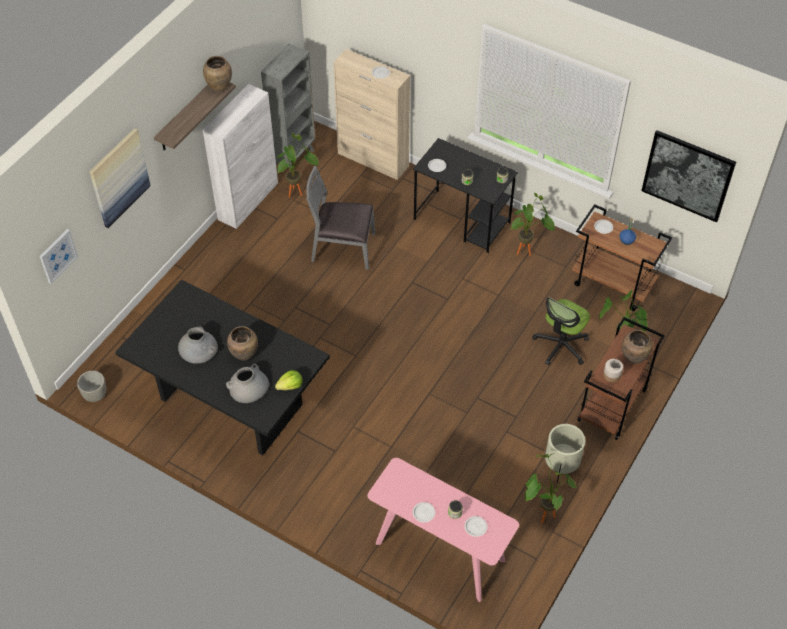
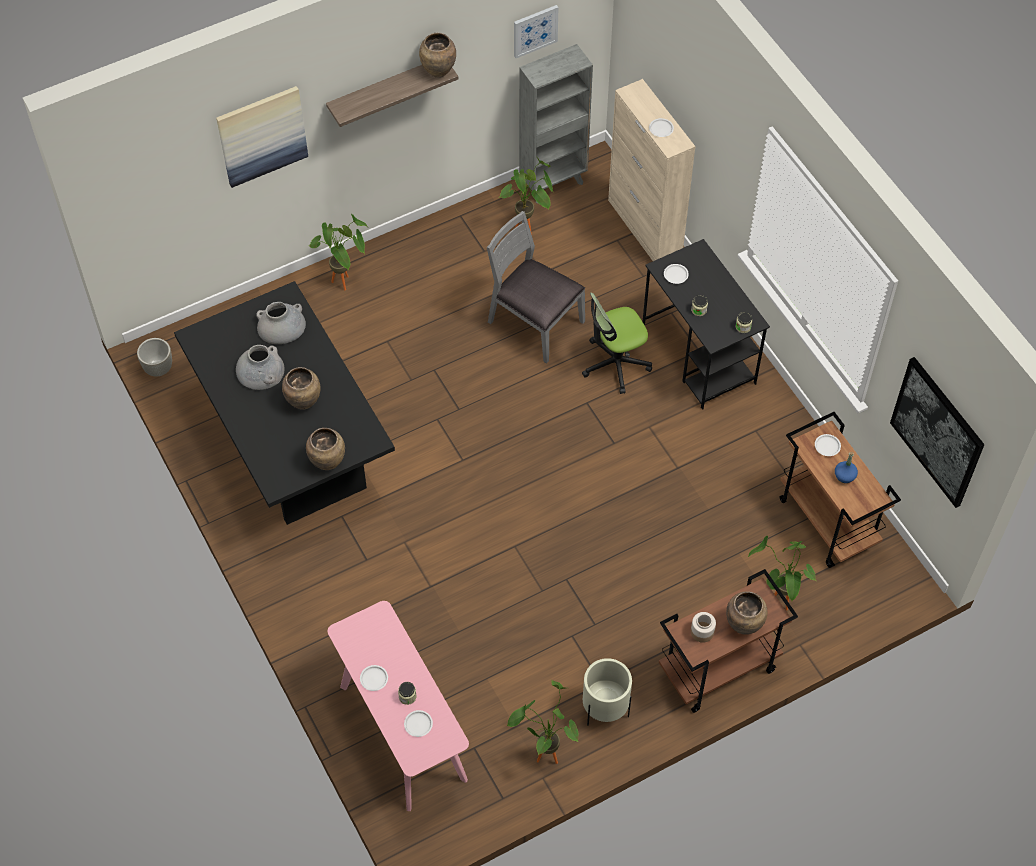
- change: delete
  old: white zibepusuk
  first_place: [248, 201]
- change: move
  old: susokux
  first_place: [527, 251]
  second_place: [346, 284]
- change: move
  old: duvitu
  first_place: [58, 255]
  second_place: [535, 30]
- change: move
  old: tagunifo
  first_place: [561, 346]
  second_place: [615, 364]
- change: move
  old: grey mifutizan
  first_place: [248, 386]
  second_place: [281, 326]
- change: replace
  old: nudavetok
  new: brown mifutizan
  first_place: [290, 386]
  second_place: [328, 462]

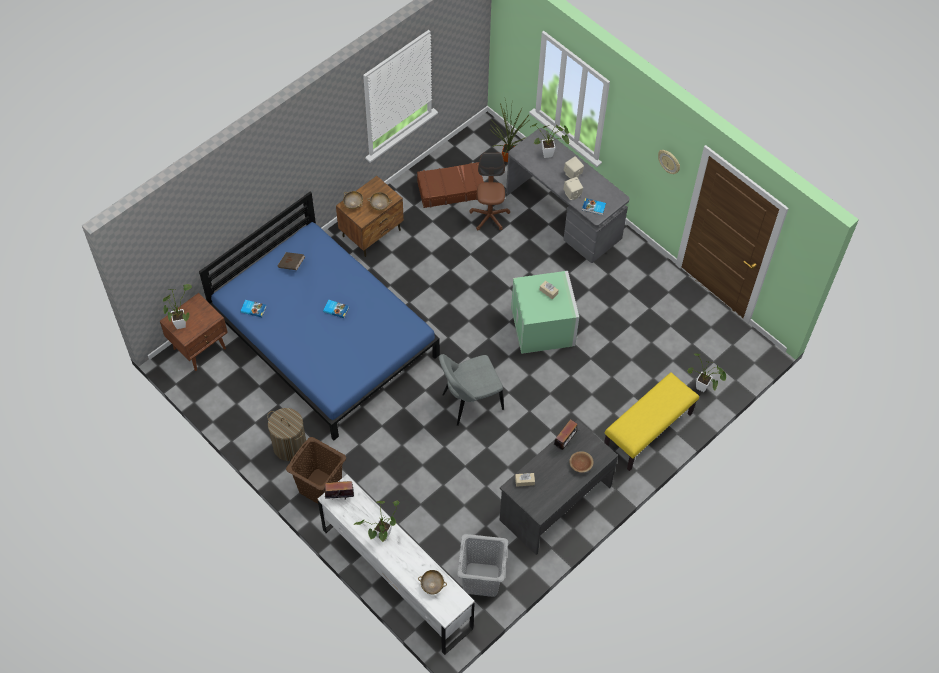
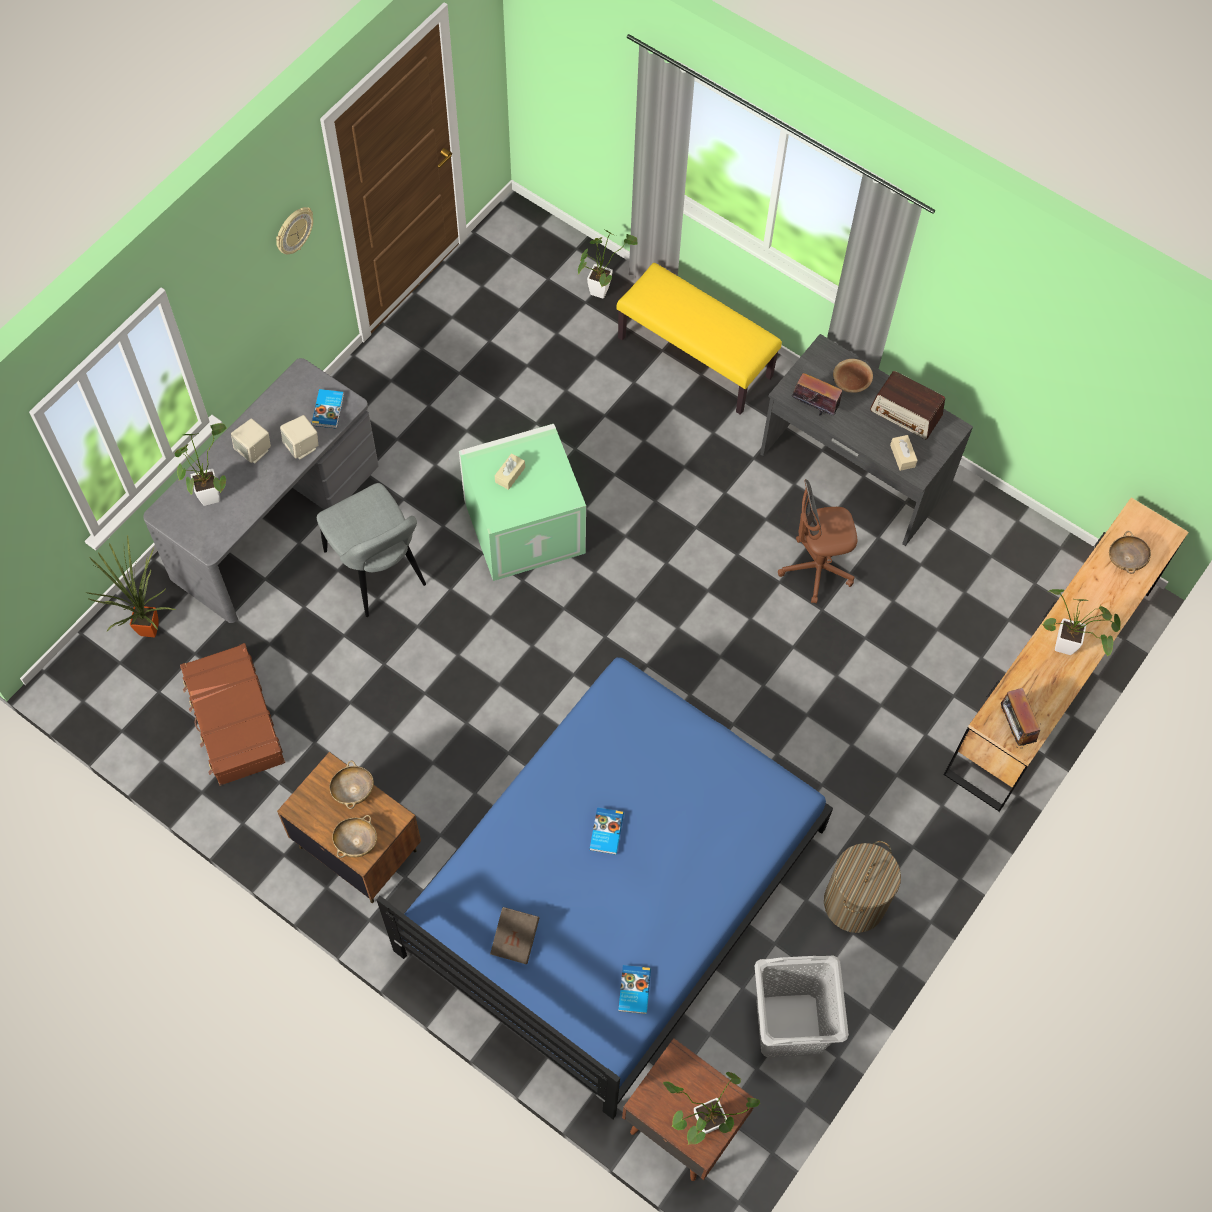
- change: move
  old: brown tagunifo
  first_place: [489, 216]
  second_place: [816, 569]
- change: move
  old: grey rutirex
  first_place: [469, 402]
  second_place: [378, 572]
- change: delete
  old: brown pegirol
  first_place: [320, 487]
- change: recolor
  old: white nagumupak
  new: brown nagumupak
  first_place: [397, 578]
  second_place: [1049, 680]
- change: move
  old: grey pegirol
  first_place: [481, 580]
  second_place: [790, 1024]
- change: insert
  new: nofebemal
  second_place: [906, 413]

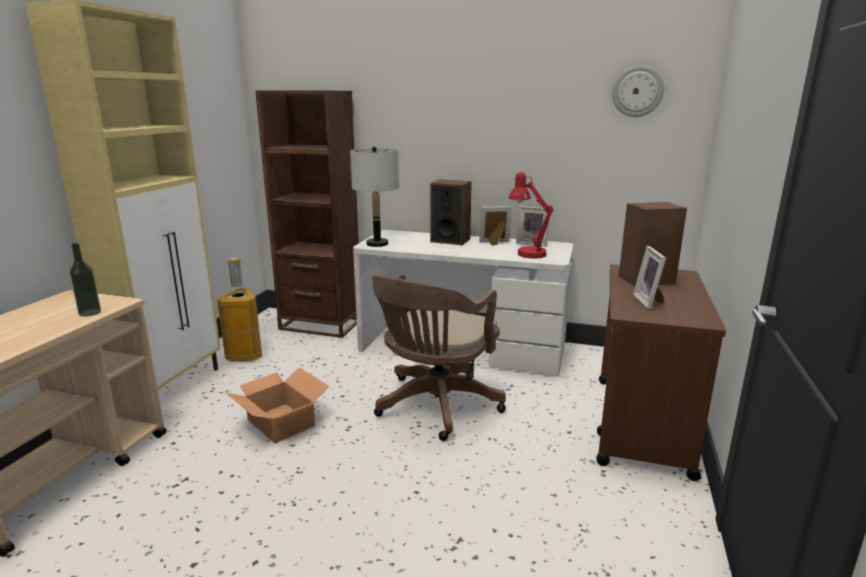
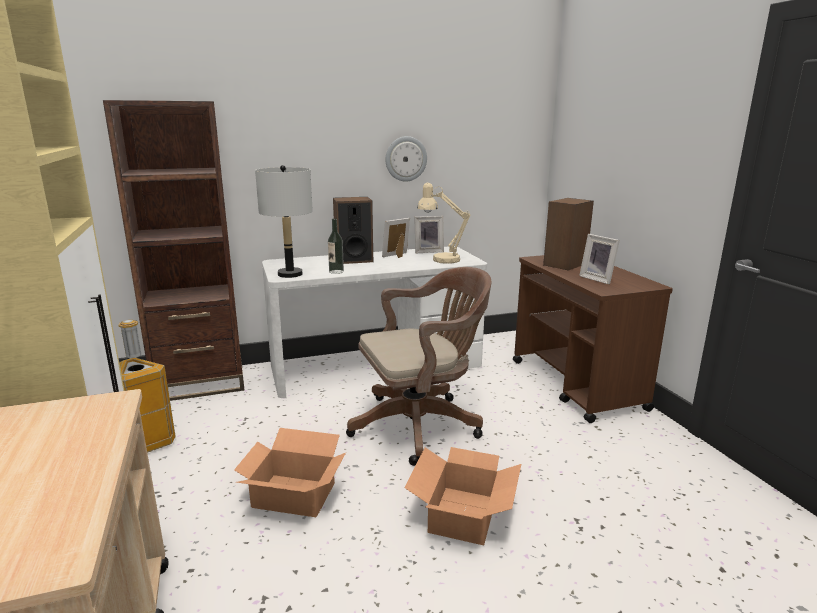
- change: move
  old: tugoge
  first_place: [637, 91]
  second_place: [406, 159]
- change: recolor
  old: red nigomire
  new: beige nigomire
  first_place: [527, 253]
  second_place: [440, 259]
- change: move
  old: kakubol
  first_place: [90, 313]
  second_place: [336, 271]
- change: rotate
  old: brown tagunifo
  first_place: [435, 407]
  second_place: [421, 424]
  degrees: -105
- change: insert
  new: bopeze
  second_place: [464, 514]

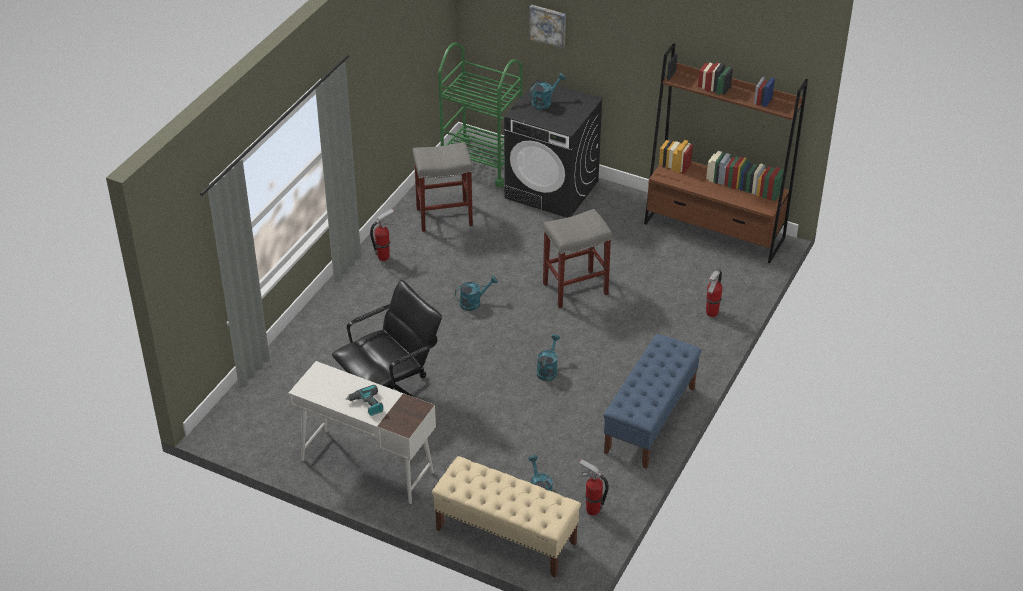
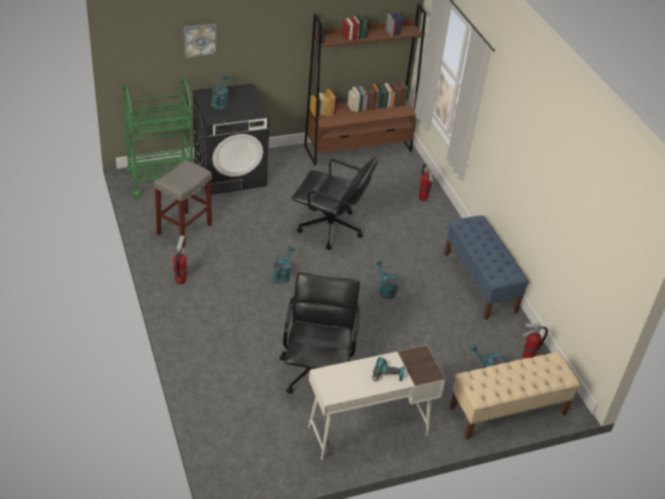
- change: replace
  old: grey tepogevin
  new: black tagunifo
  first_place: [574, 289]
  second_place: [330, 229]

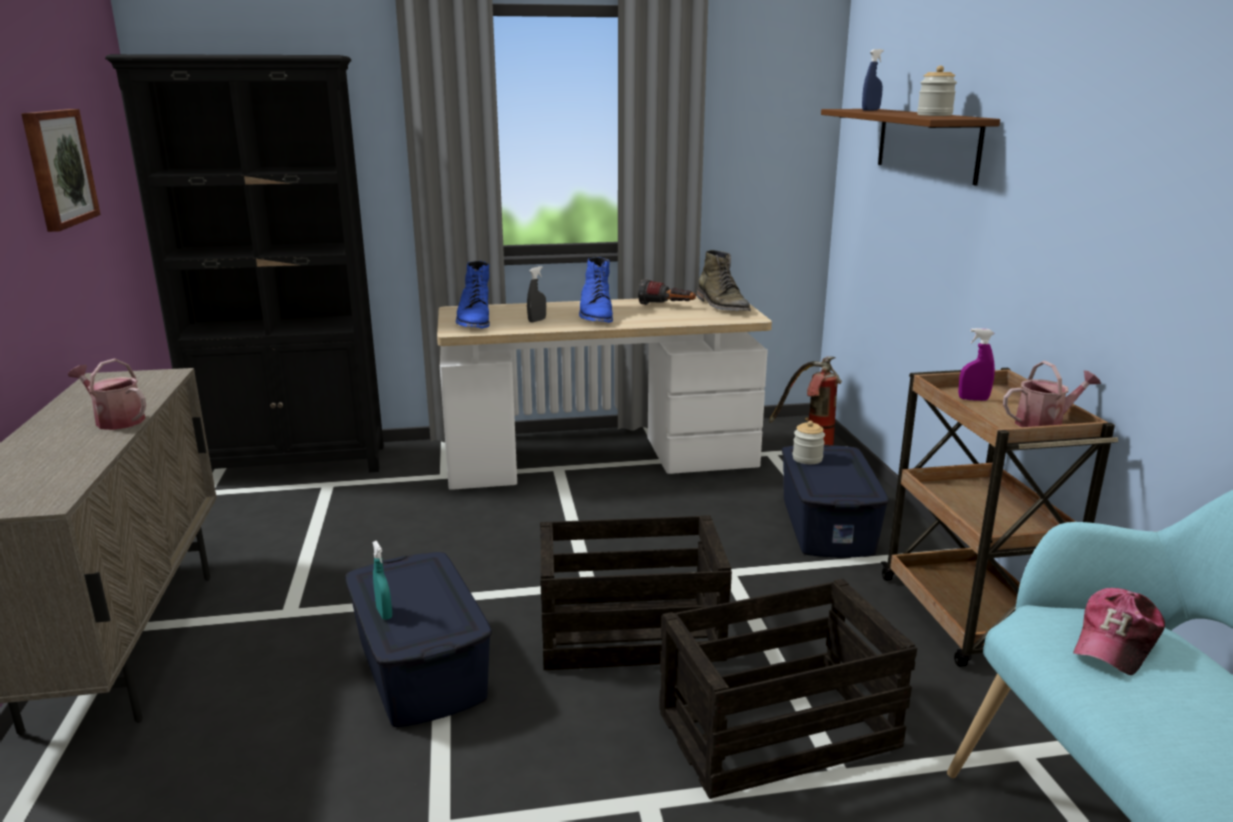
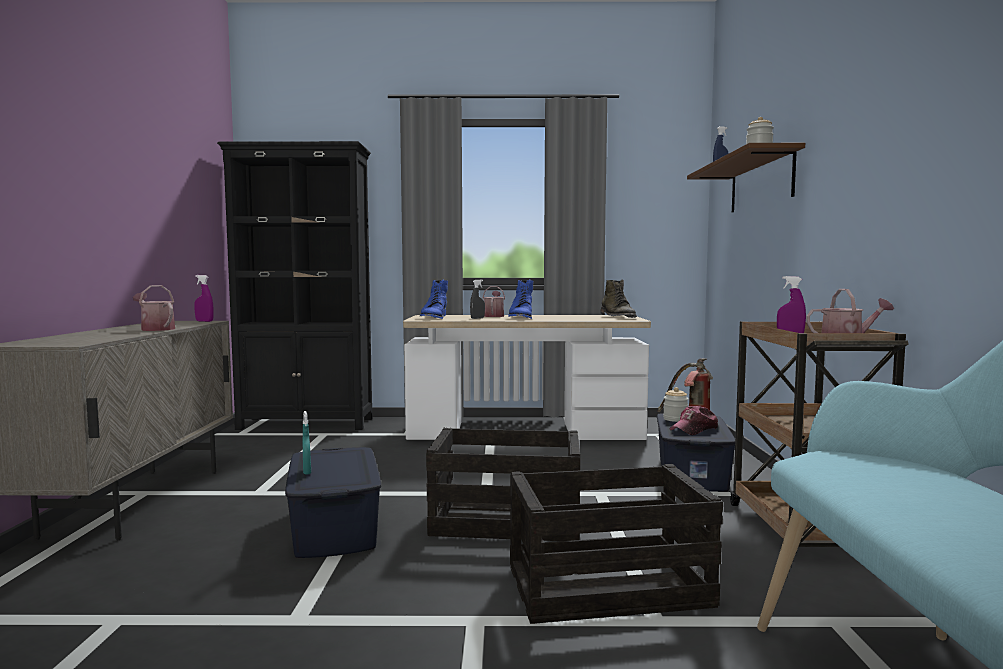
- change: delete
  old: duvitu
  first_place: [58, 168]
- change: delete
  old: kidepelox
  first_place: [667, 307]
- change: move
  old: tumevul
  first_place: [1116, 642]
  second_place: [694, 429]
- change: insert
  new: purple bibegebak
  second_place: [204, 321]
- change: insert
  new: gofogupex
  second_place: [494, 316]

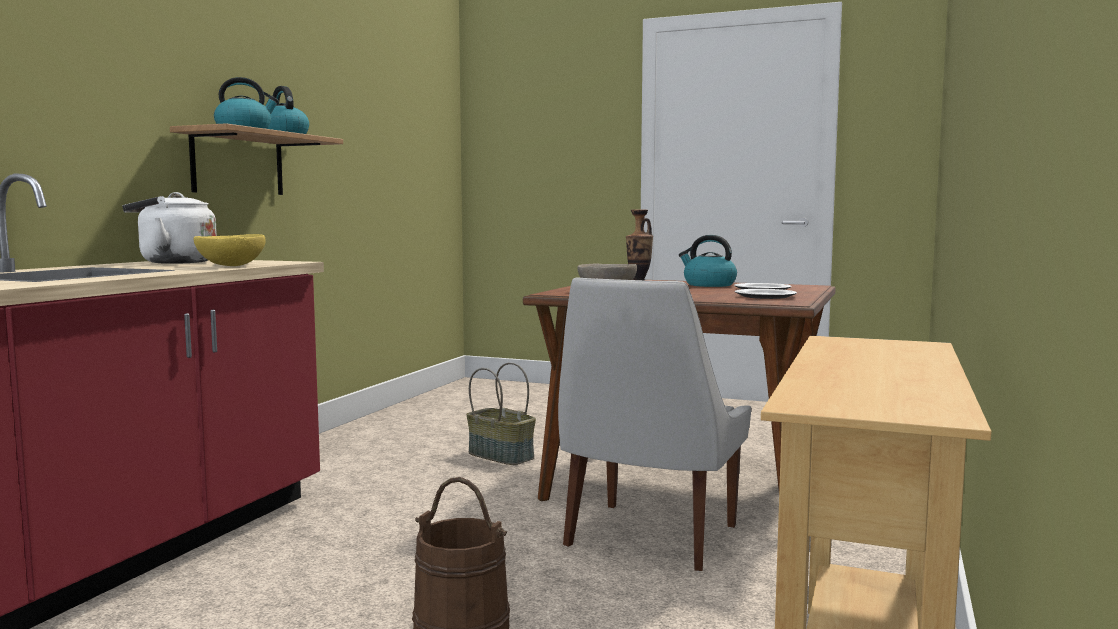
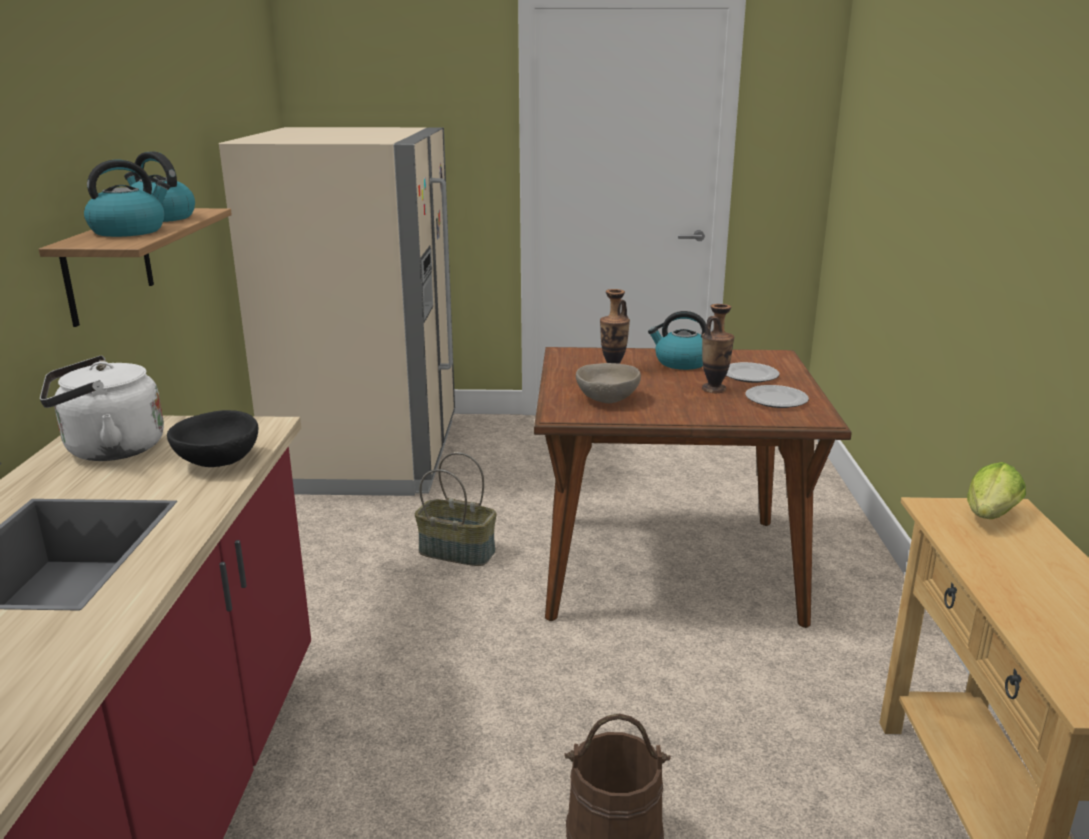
- change: recolor
  old: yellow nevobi
  new: black nevobi
  first_place: [230, 265]
  second_place: [217, 461]
- change: delete
  old: white rutirex
  first_place: [648, 538]
- change: insert
  new: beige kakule
  second_place: [369, 456]
- change: insert
  new: mifutizan
  second_place: [714, 389]
- change: insert
  new: nudavetok
  second_place: [988, 518]

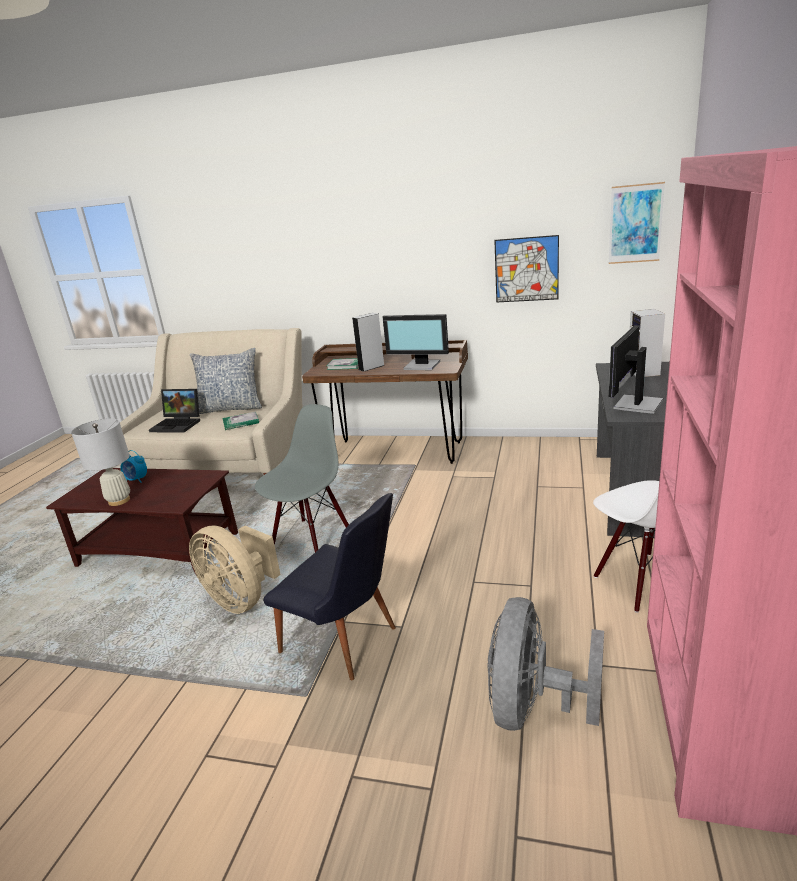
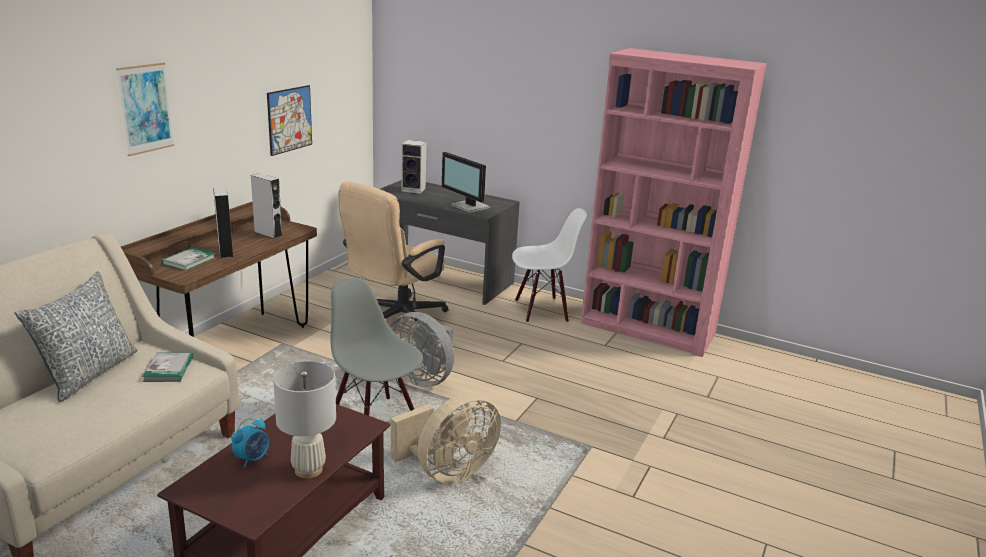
- change: move
  old: duvitu
  first_place: [635, 224]
  second_place: [145, 108]
- change: replace
  old: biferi
  new: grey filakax
  first_place: [422, 366]
  second_place: [268, 234]
- change: delete
  old: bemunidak
  first_place: [179, 424]
- change: delete
  old: black rutirex
  first_place: [347, 644]
- change: move
  old: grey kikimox
  first_place: [533, 707]
  second_place: [423, 378]
- change: insert
  new: beige tagunifo
  second_place: [395, 318]

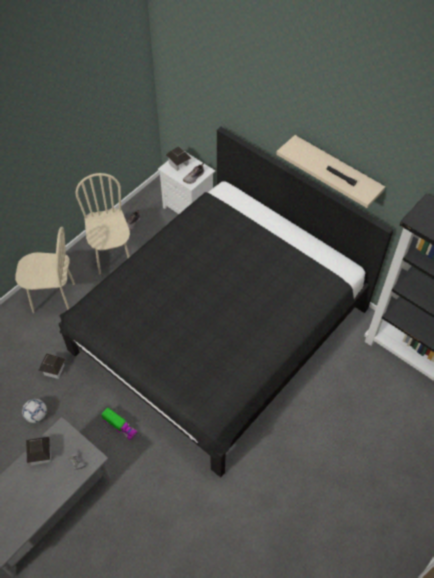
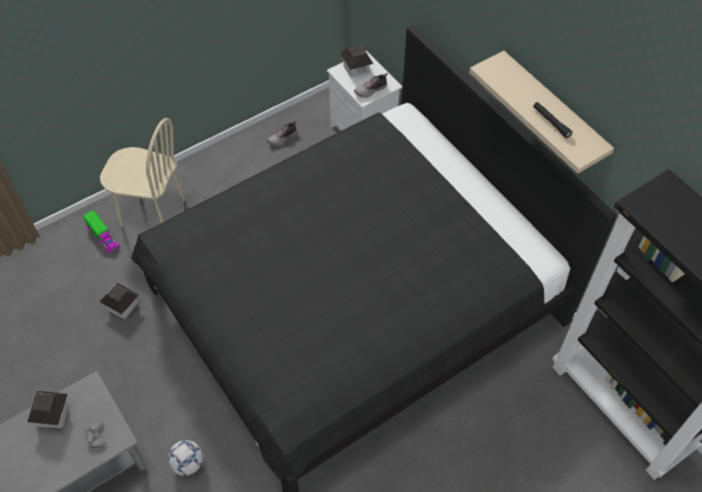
- change: delete
  old: beige rutirex
  first_place: [112, 256]
- change: move
  old: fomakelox
  first_place: [37, 415]
  second_place: [188, 464]
- change: move
  old: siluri
  first_place: [119, 426]
  second_place: [103, 236]

